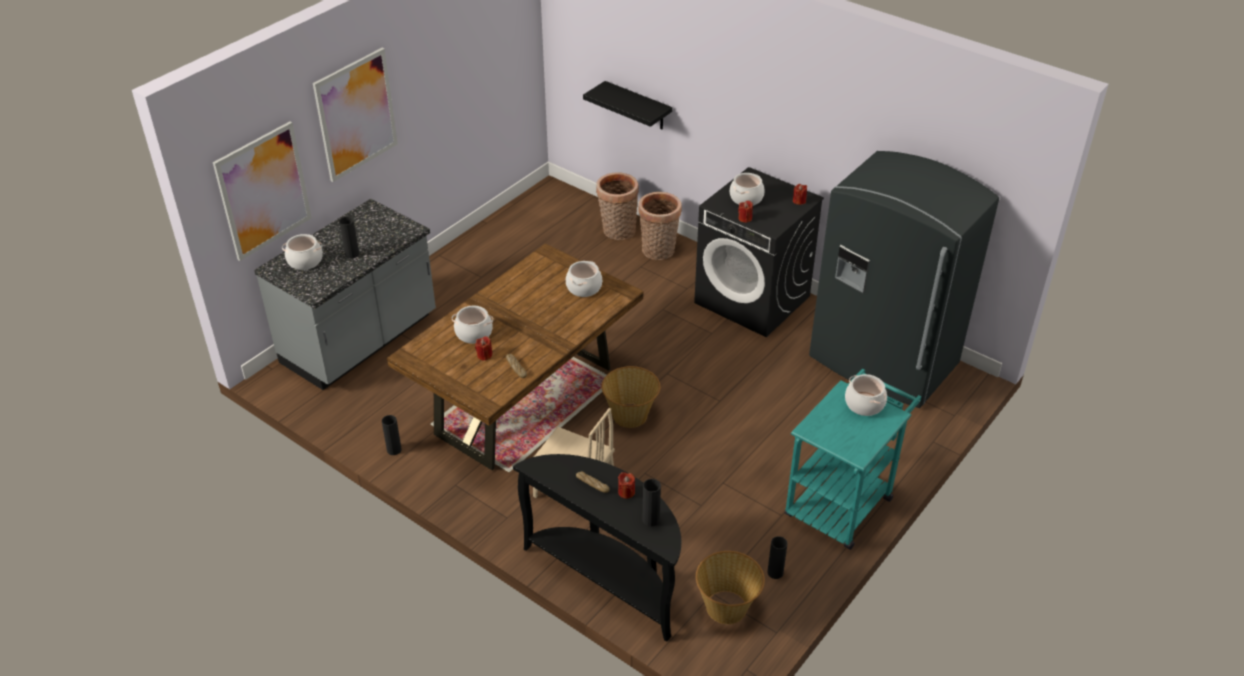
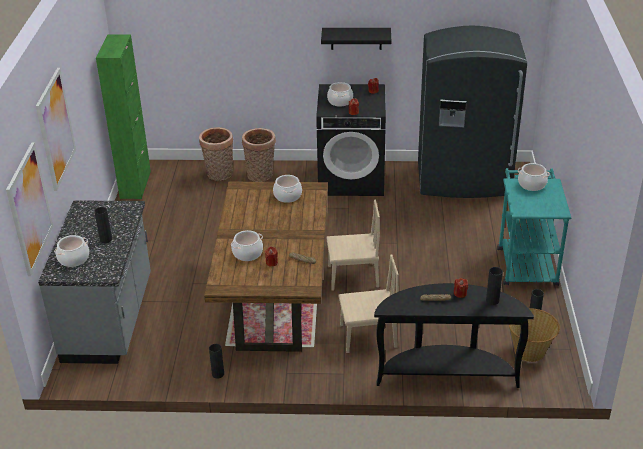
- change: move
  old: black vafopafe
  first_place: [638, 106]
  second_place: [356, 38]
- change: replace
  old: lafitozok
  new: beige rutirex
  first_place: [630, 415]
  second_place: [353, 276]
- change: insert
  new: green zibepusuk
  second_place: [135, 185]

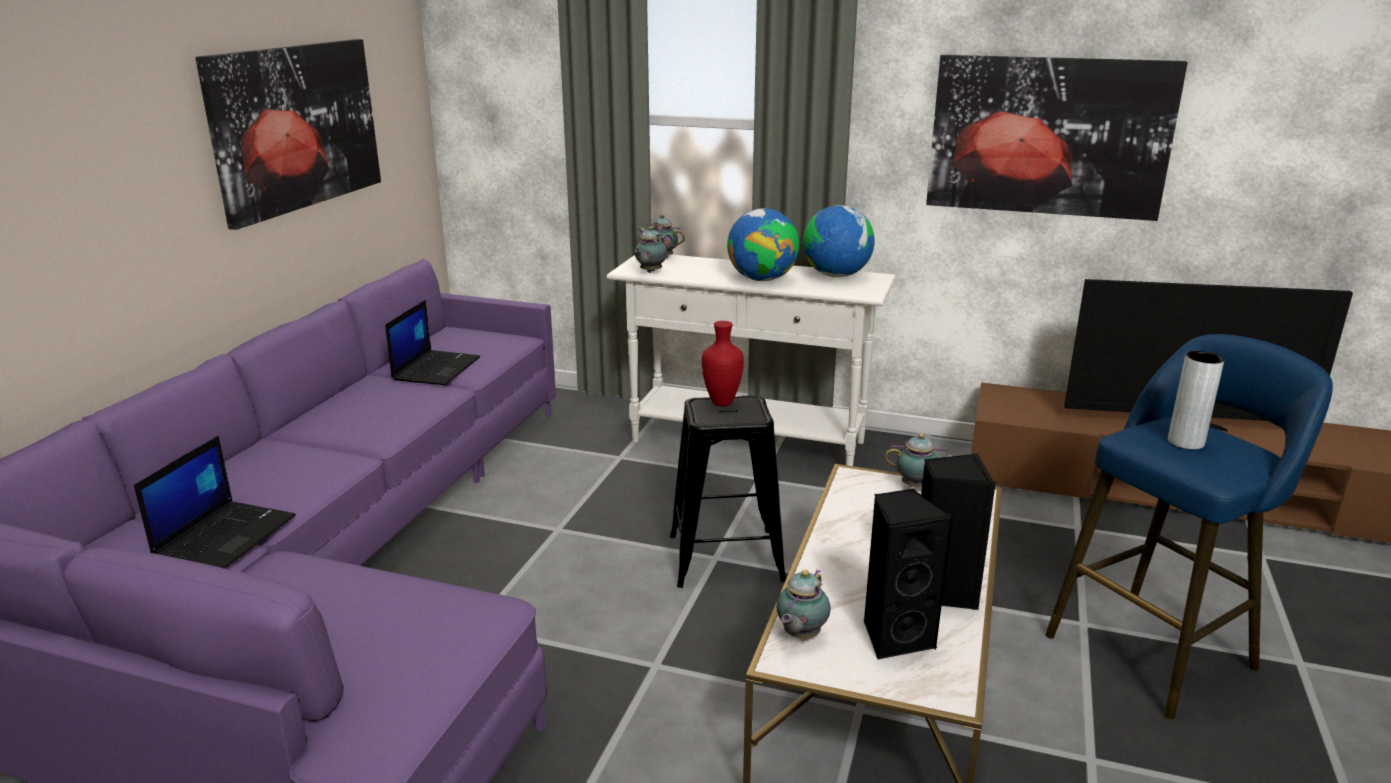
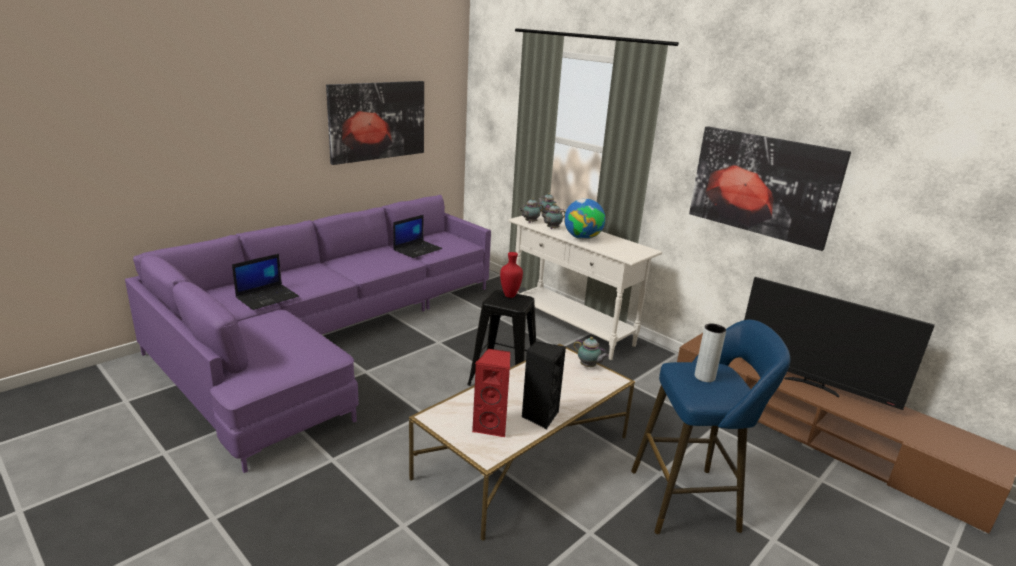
- change: delete
  old: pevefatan
  first_place: [836, 275]
- change: recolor
  old: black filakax
  new: red filakax
  first_place: [895, 637]
  second_place: [492, 426]
- change: move
  old: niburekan
  first_place: [800, 635]
  second_place: [552, 228]

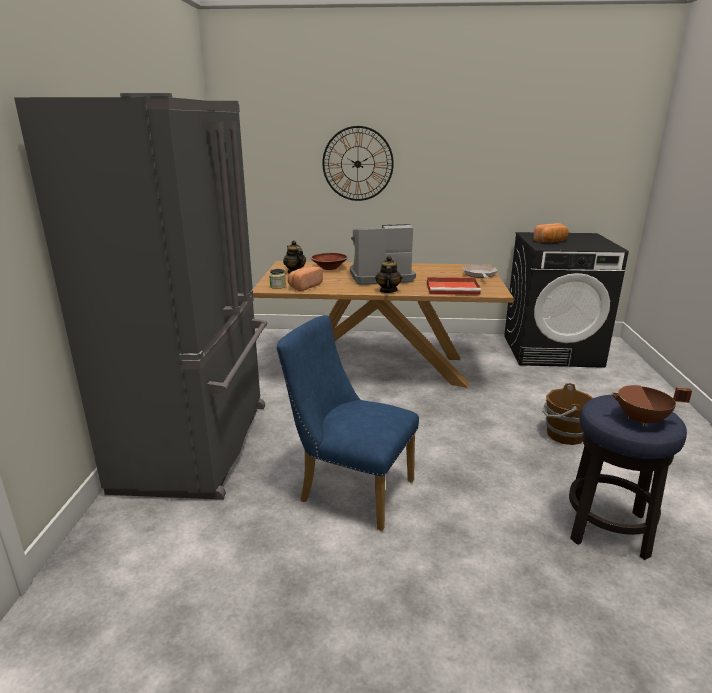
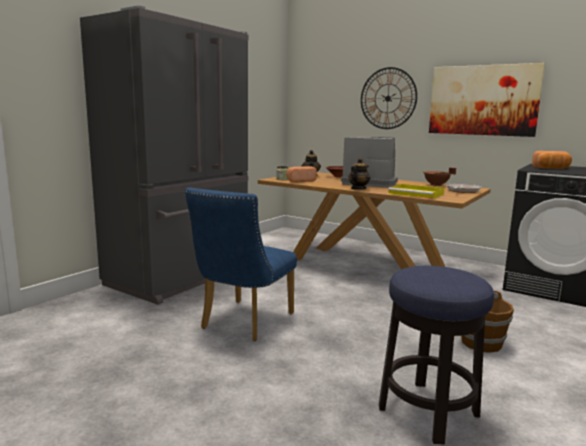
- change: recolor
  old: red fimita
  new: yellow fimita
  first_place: [453, 289]
  second_place: [417, 194]
- change: rotate
  old: blue rutirex
  first_place: [349, 489]
  second_place: [242, 323]
  degrees: -120
- change: move
  old: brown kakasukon
  first_place: [641, 420]
  second_place: [436, 185]
- change: insert
  new: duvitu
  second_place: [483, 100]

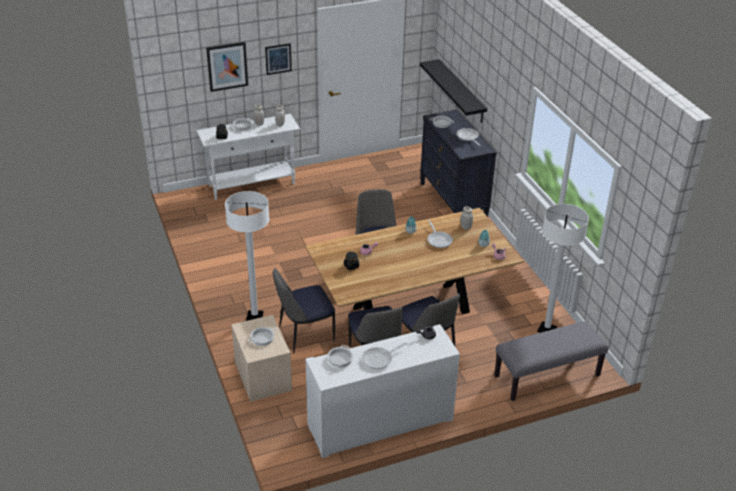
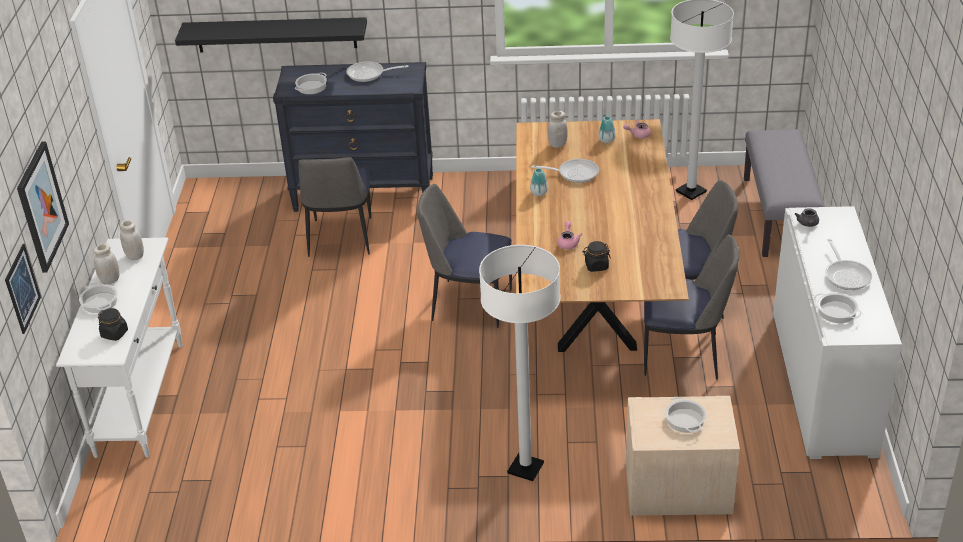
- change: move
  old: duvitu
  first_place: [278, 59]
  second_place: [22, 288]
- change: move
  old: rutirex
  first_place: [304, 335]
  second_place: [340, 239]

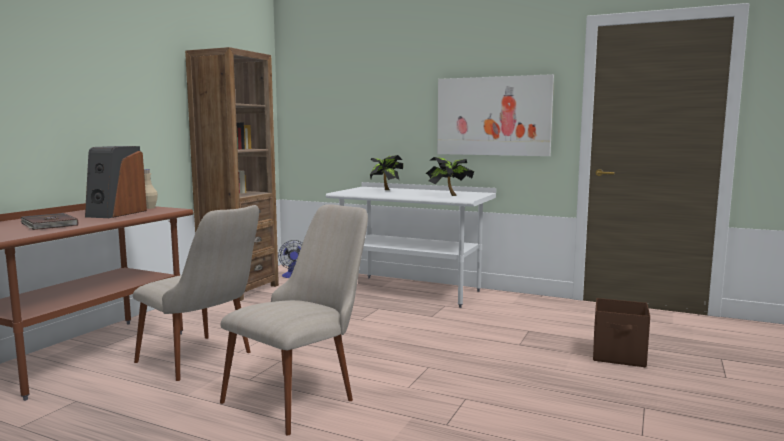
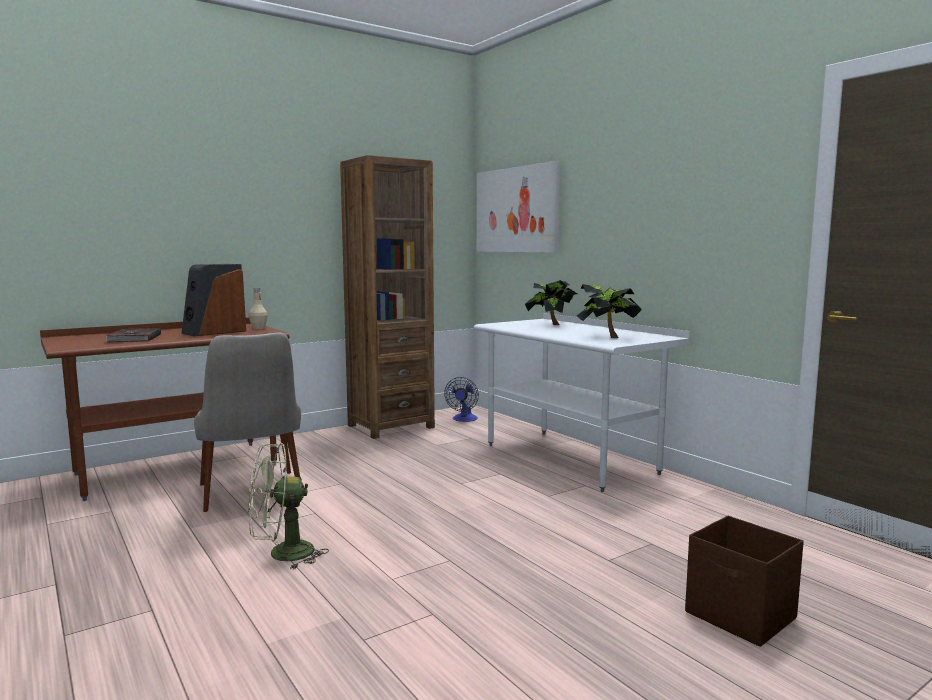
- change: move
  old: duvitu
  first_place: [493, 116]
  second_place: [517, 210]
- change: replace
  old: beige rutirex
  new: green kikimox
  first_place: [303, 393]
  second_place: [282, 555]

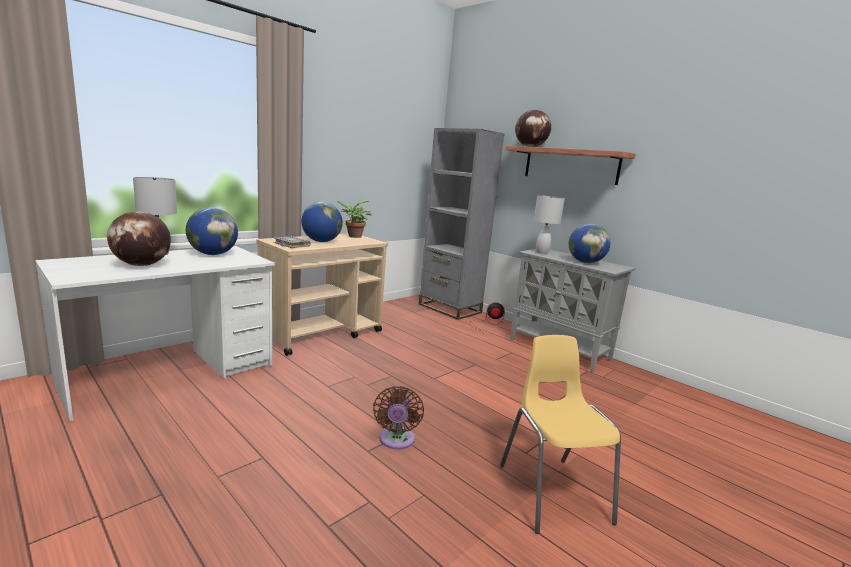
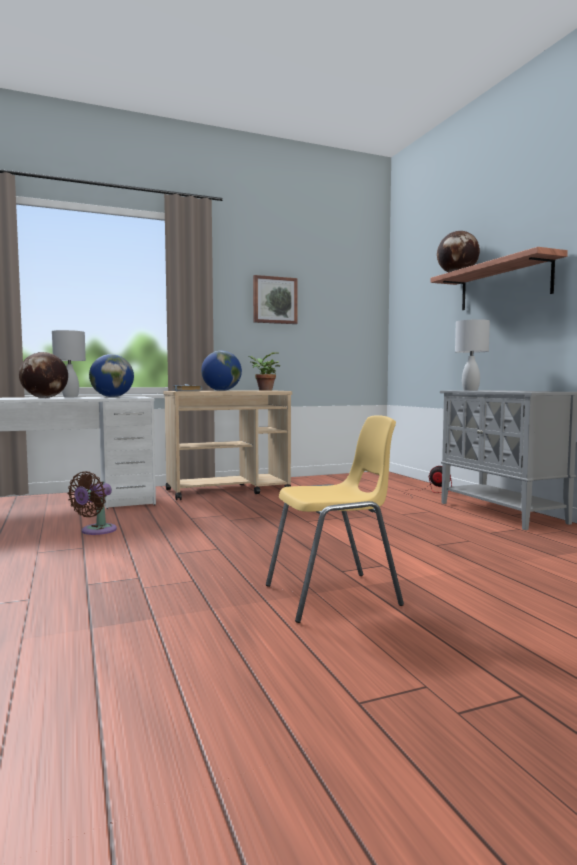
- change: delete
  old: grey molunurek
  first_place: [449, 308]
- change: delete
  old: pevefatan
  first_place: [585, 262]
- change: rotate
  old: yellow rutirex
  first_place: [552, 492]
  second_place: [334, 596]
  degrees: 60
- change: move
  old: brown kikimox
  first_place: [396, 441]
  second_place: [96, 531]
- change: insert
  new: duvitu
  second_place: [274, 300]

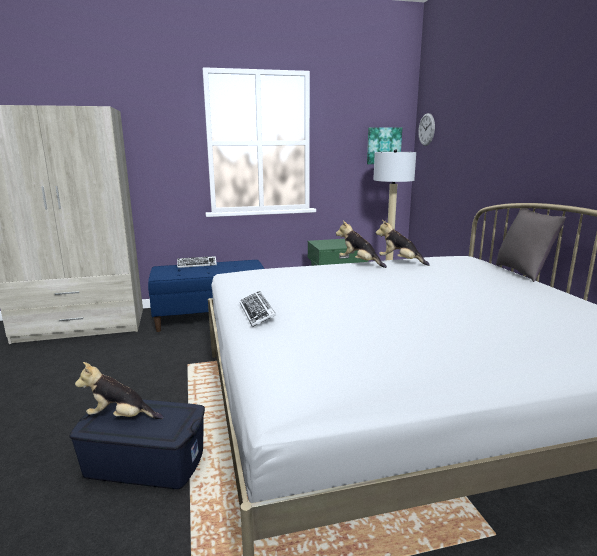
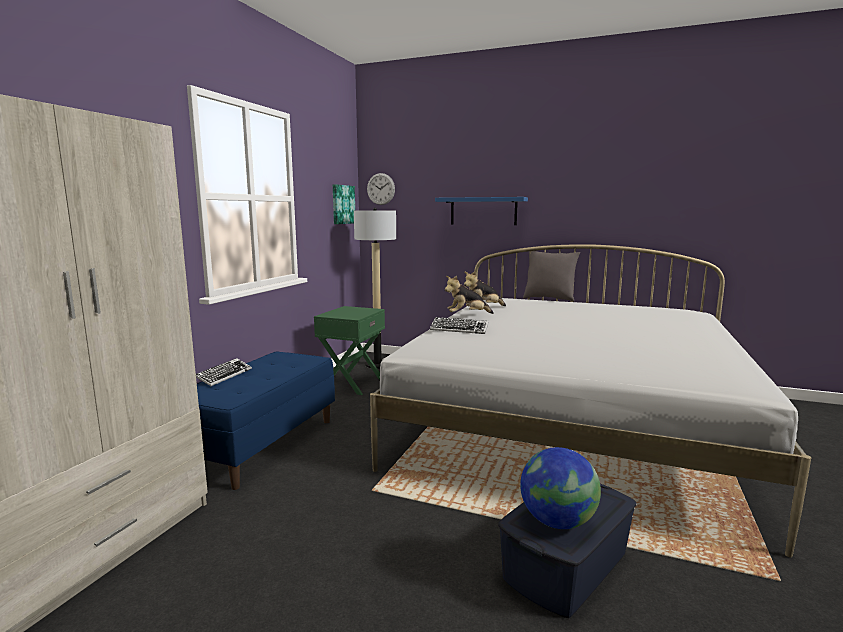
- change: move
  old: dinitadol
  first_place: [257, 313]
  second_place: [459, 329]
- change: replace
  old: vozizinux
  new: pevefatan
  first_place: [121, 417]
  second_place: [557, 521]
- change: insert
  new: blue vafopafe
  second_place: [483, 211]

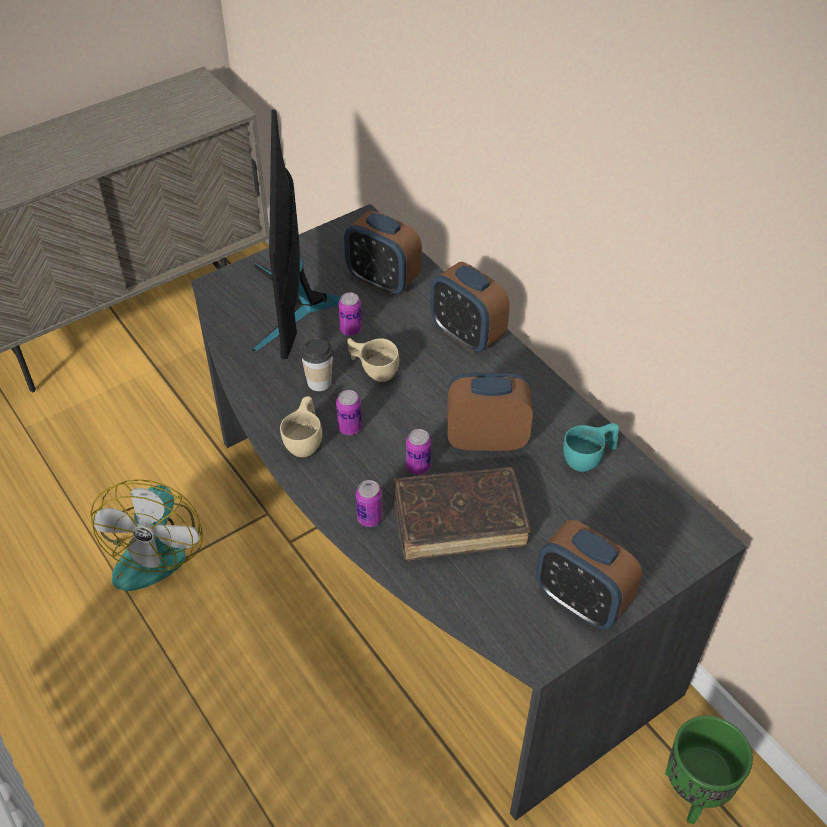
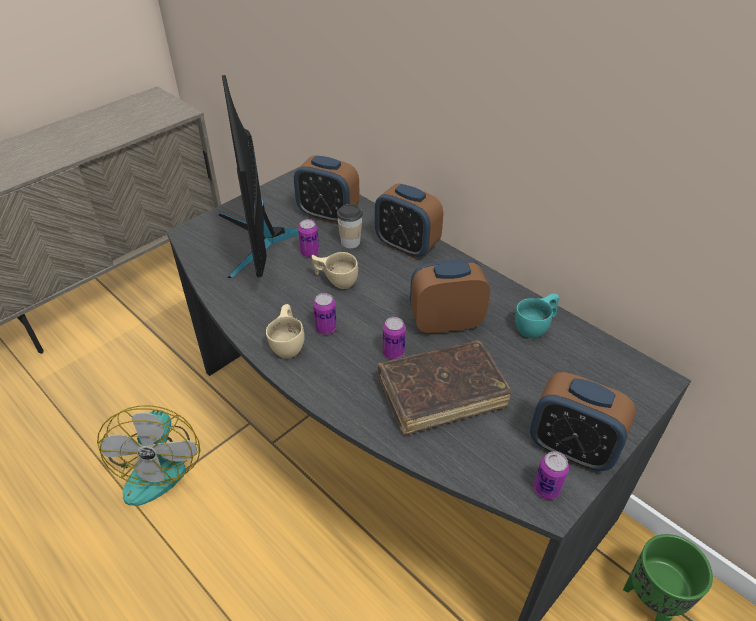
- change: move
  old: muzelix
  first_place: [319, 382]
  second_place: [350, 242]
- change: move
  old: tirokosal
  first_place: [370, 518]
  second_place: [546, 489]

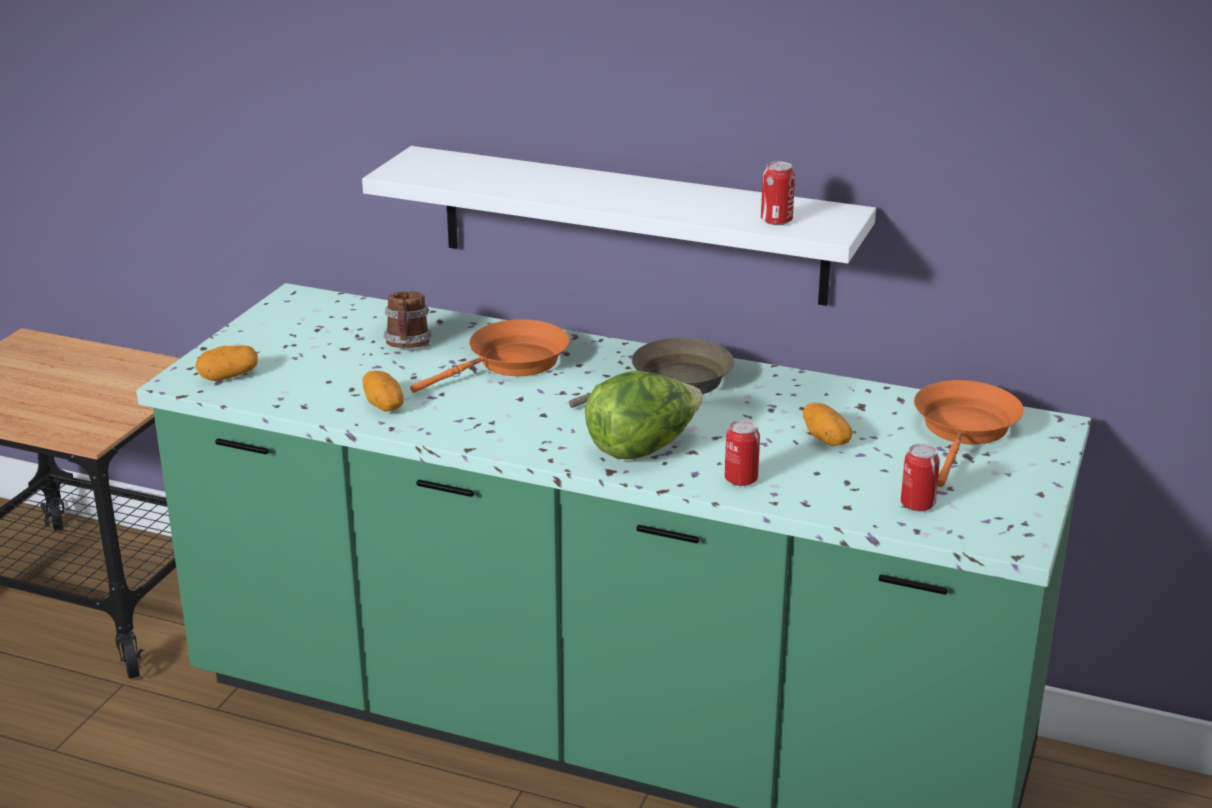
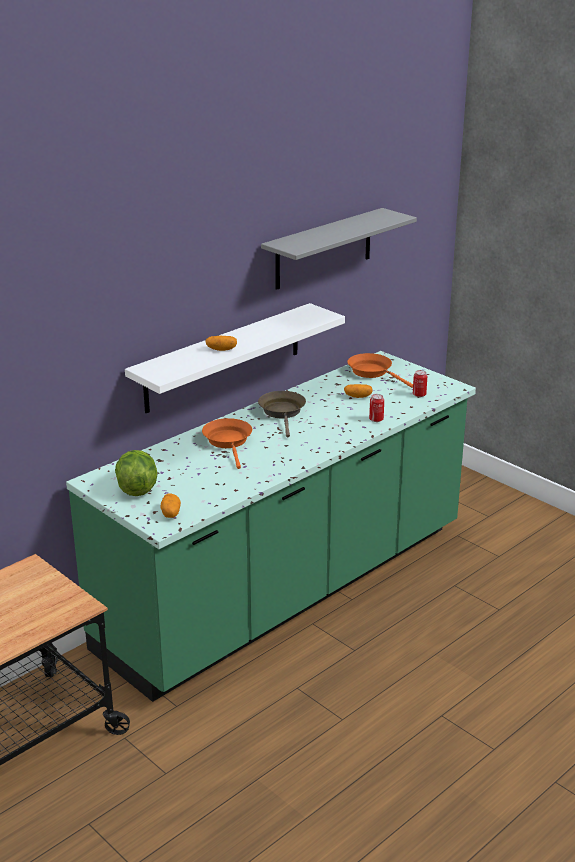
- change: delete
  old: tirokosal
  first_place: [776, 221]
- change: delete
  old: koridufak
  first_place: [408, 346]
- change: move
  old: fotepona
  first_place: [384, 405]
  second_place: [221, 349]
- change: move
  old: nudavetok
  first_place: [642, 448]
  second_place: [137, 488]
- change: insert
  new: grey vafopafe
  second_place: [323, 249]

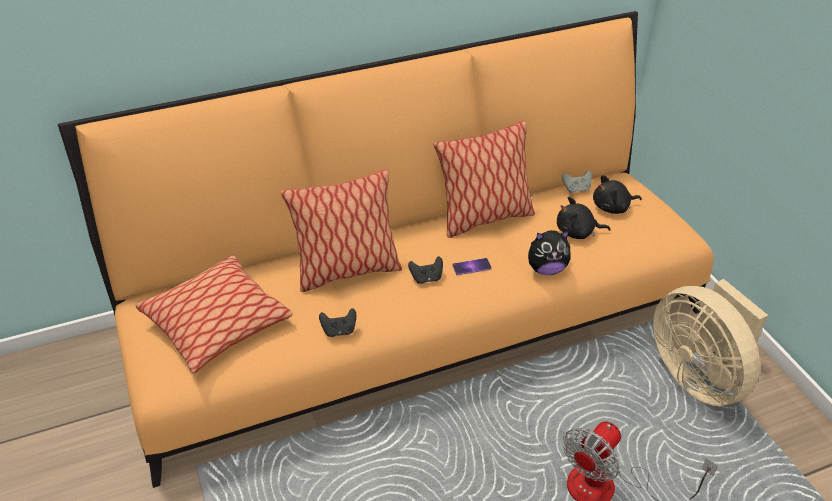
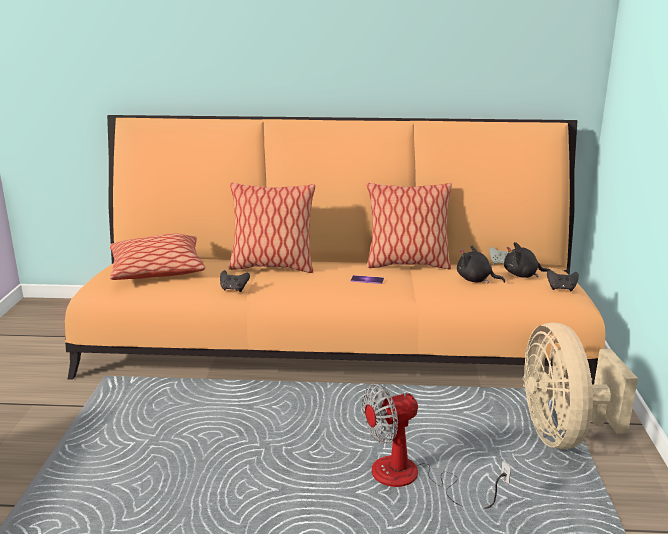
- change: delete
  old: vozizinux
  first_place: [546, 269]
- change: move
  old: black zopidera
  first_place: [426, 278]
  second_place: [561, 289]

